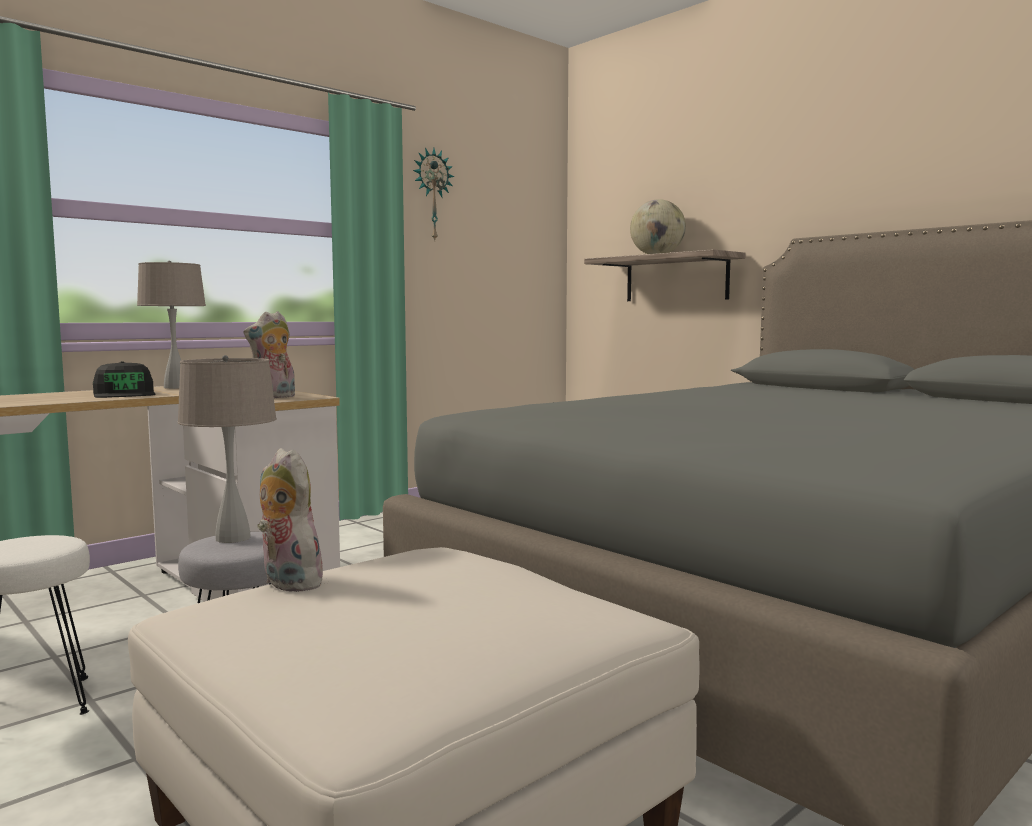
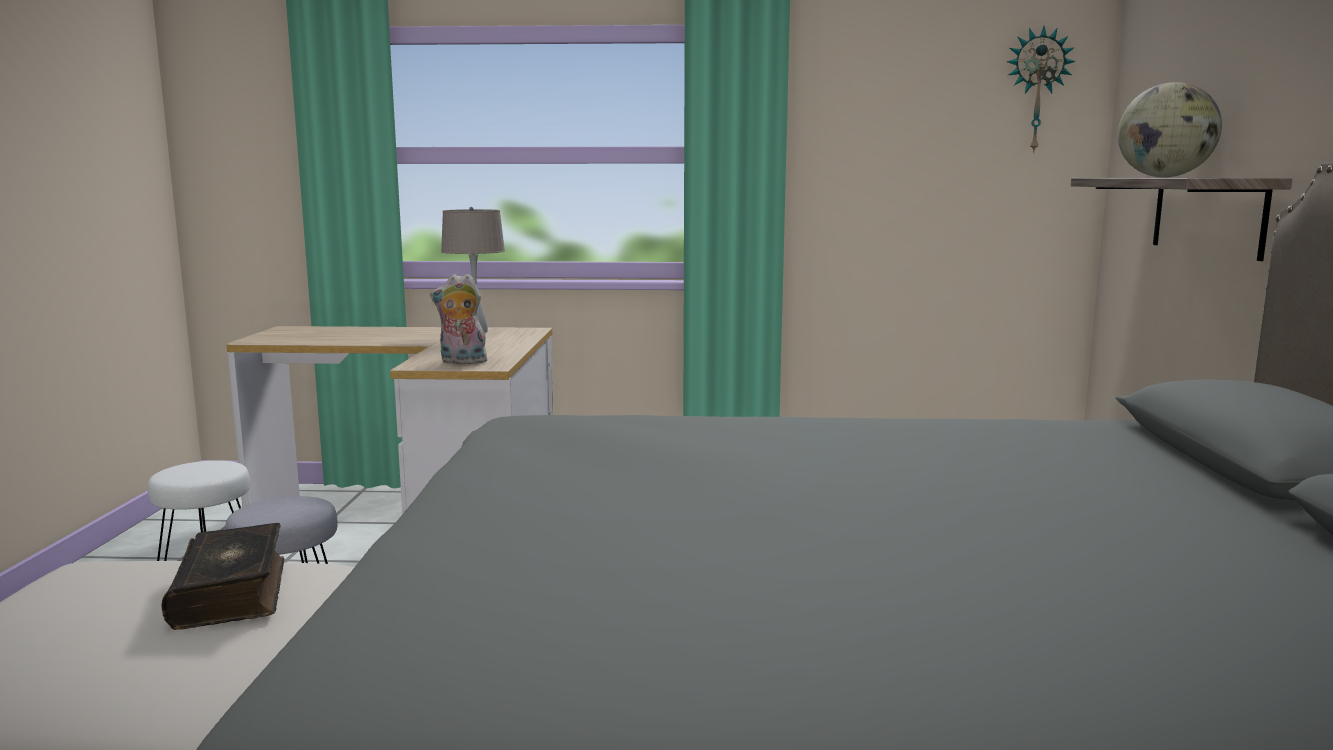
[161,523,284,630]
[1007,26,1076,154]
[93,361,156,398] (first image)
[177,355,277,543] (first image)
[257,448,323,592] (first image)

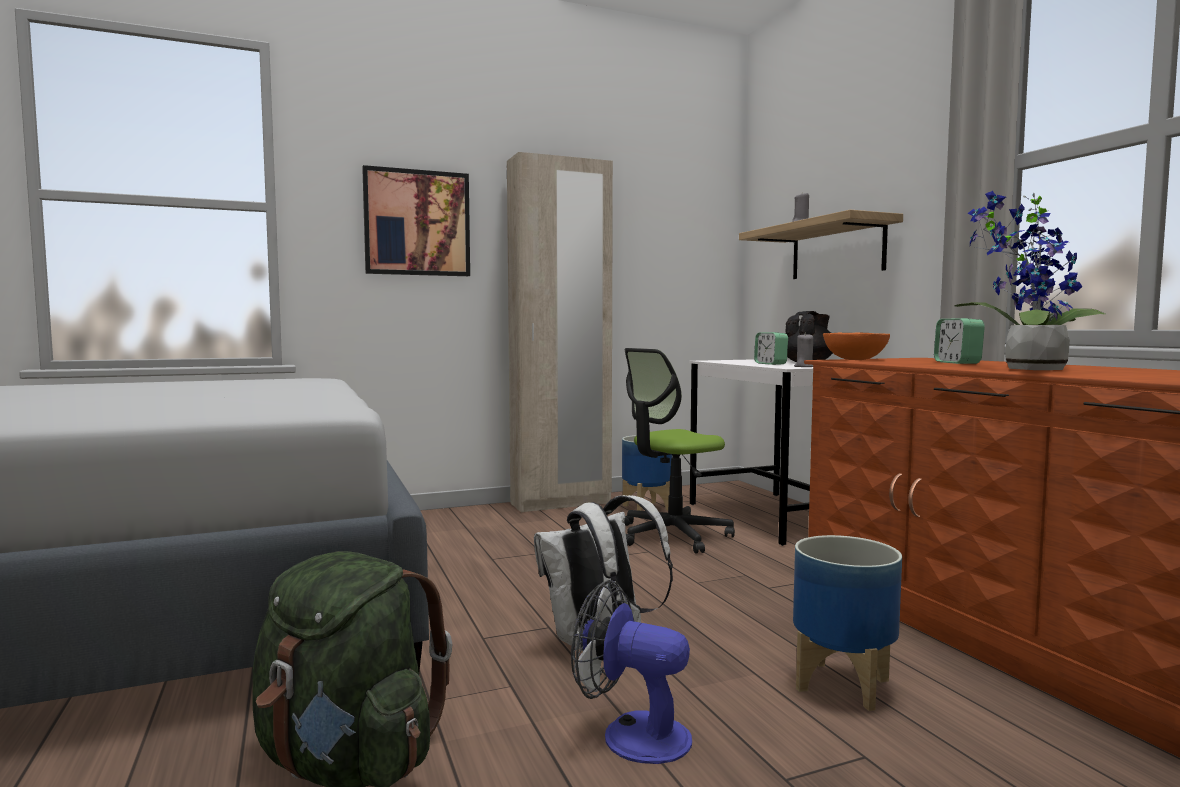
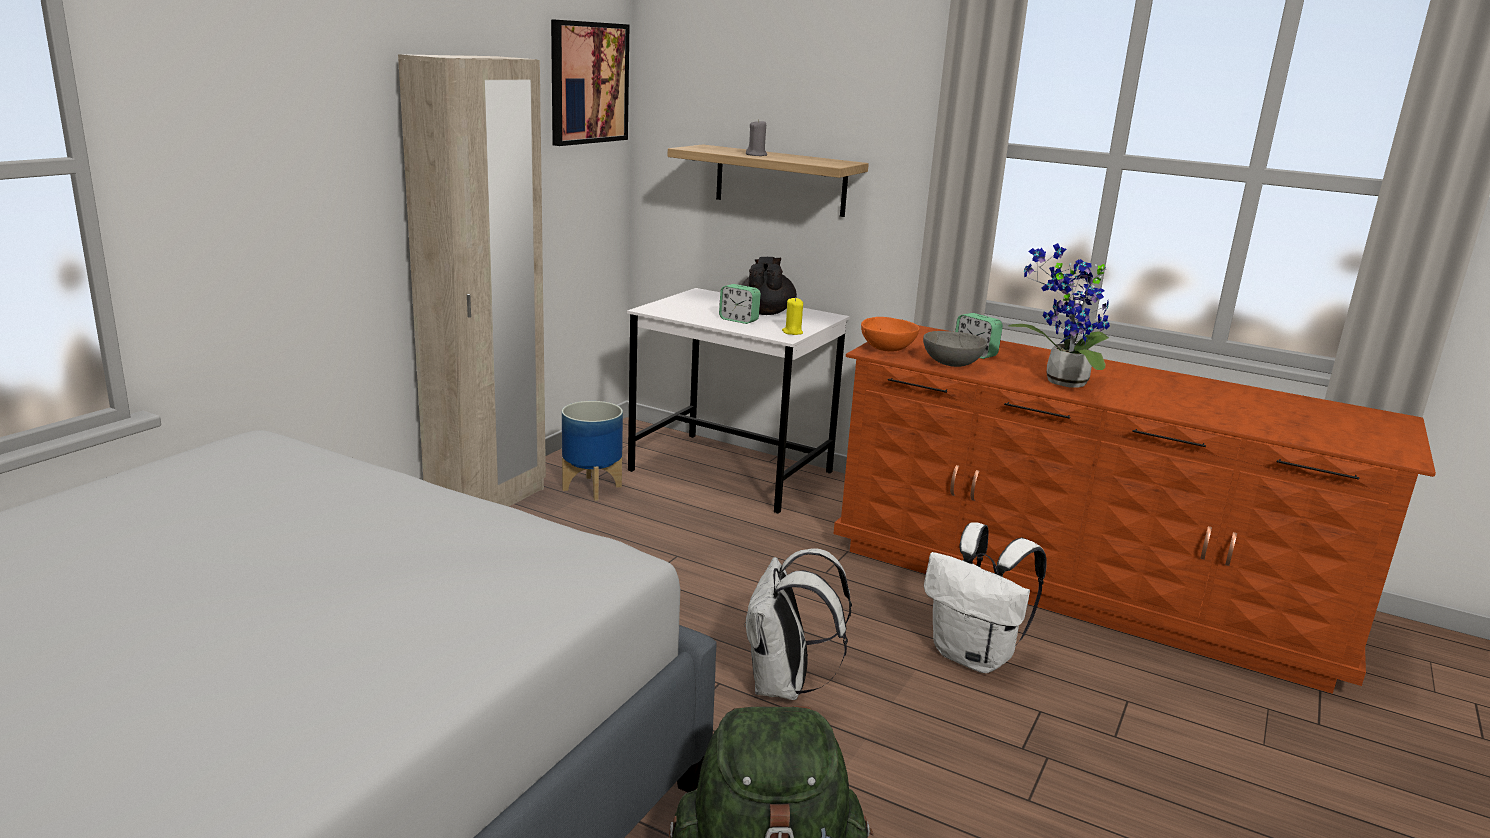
[551,19,629,146]
[782,298,803,335]
[923,331,987,367]
[924,522,1047,673]
[571,580,692,764] (first image)
[625,348,735,553] (first image)

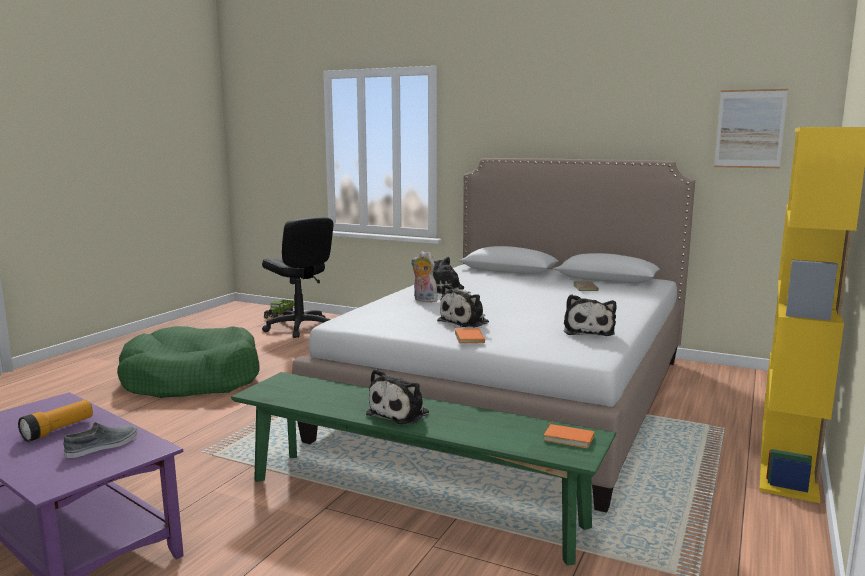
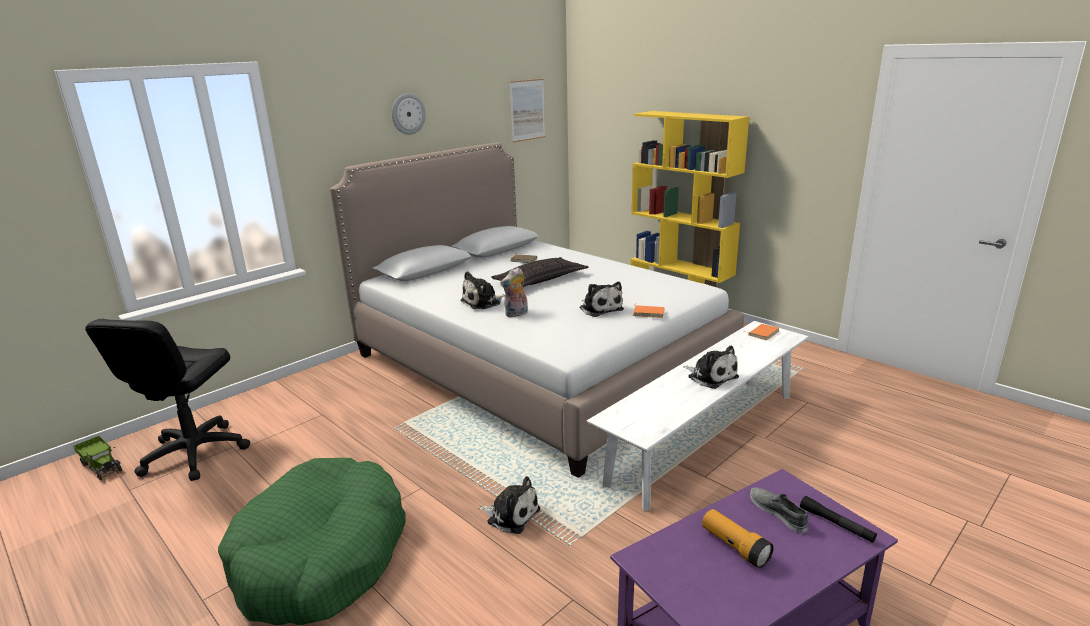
[85,319,250,481]
[392,93,426,135]
[478,476,540,534]
[491,257,589,287]
[587,321,809,511]
[800,496,877,543]

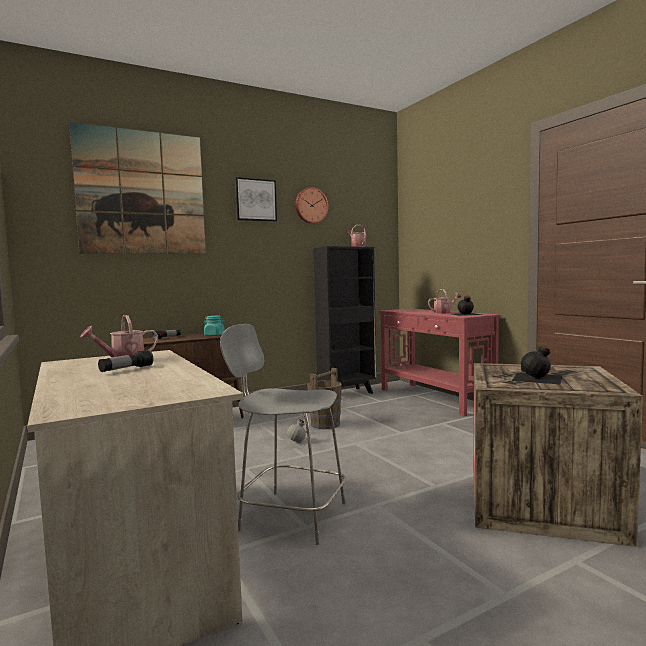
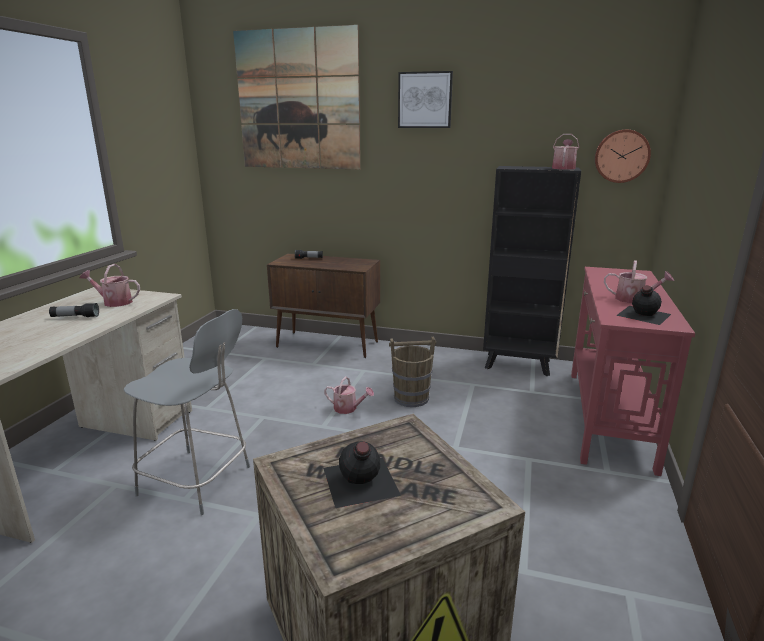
[123,309,250,515]
[324,377,374,414]
[595,129,651,183]
[204,316,225,336] (first image)

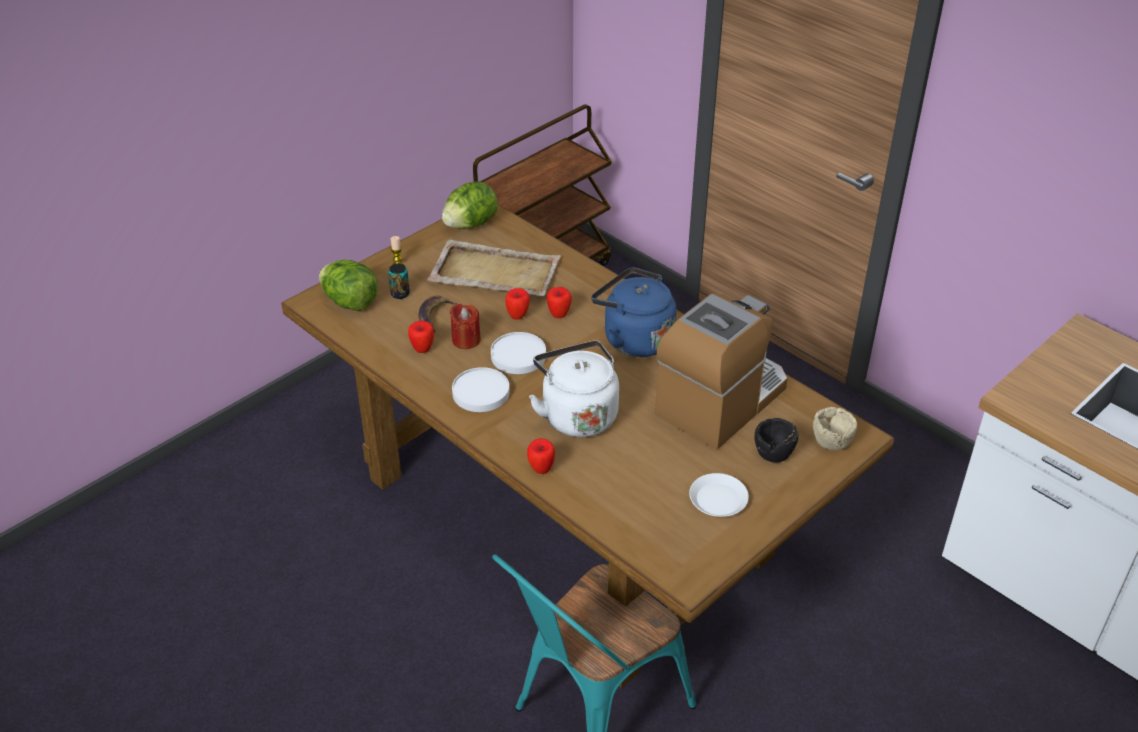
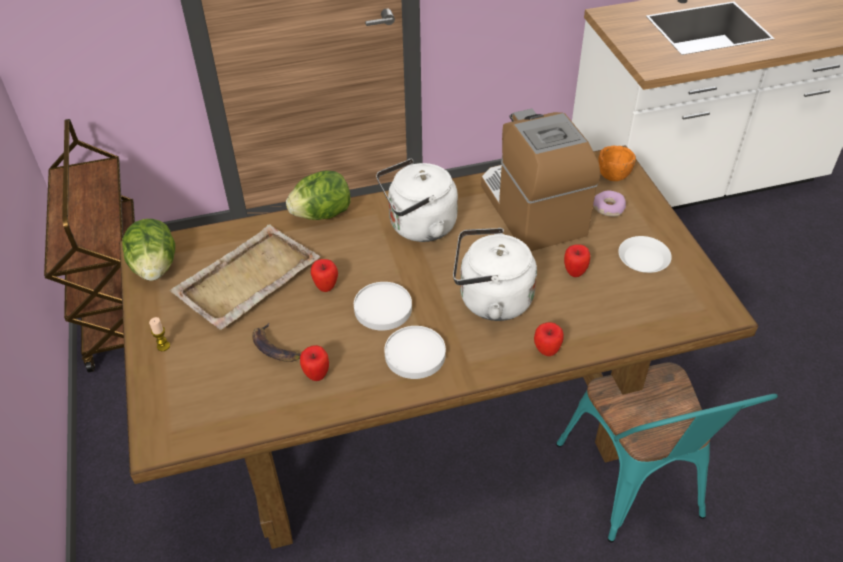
[286,170,351,220]
[376,159,458,242]
[564,244,590,277]
[593,191,626,217]
[598,146,636,181]
[388,263,410,299] (first image)
[450,304,481,349] (first image)

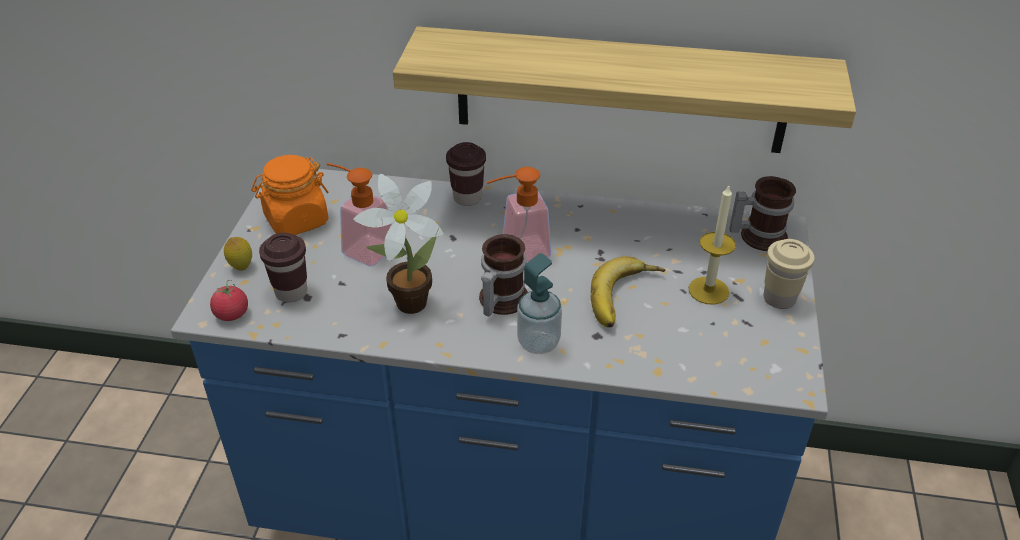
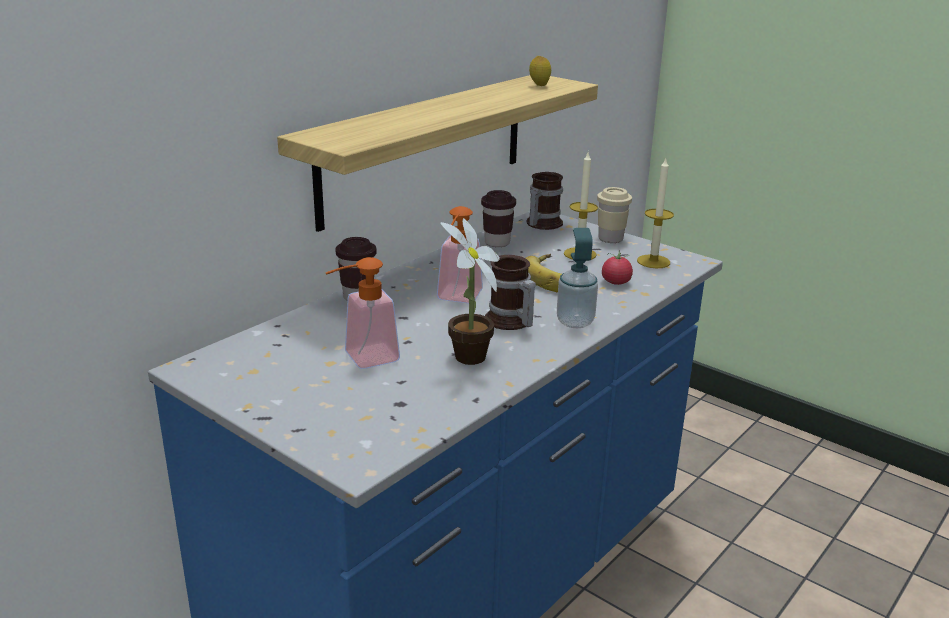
[481,190,516,247]
[529,56,551,86]
[602,250,633,285]
[637,159,674,268]
[251,155,329,235] (first image)

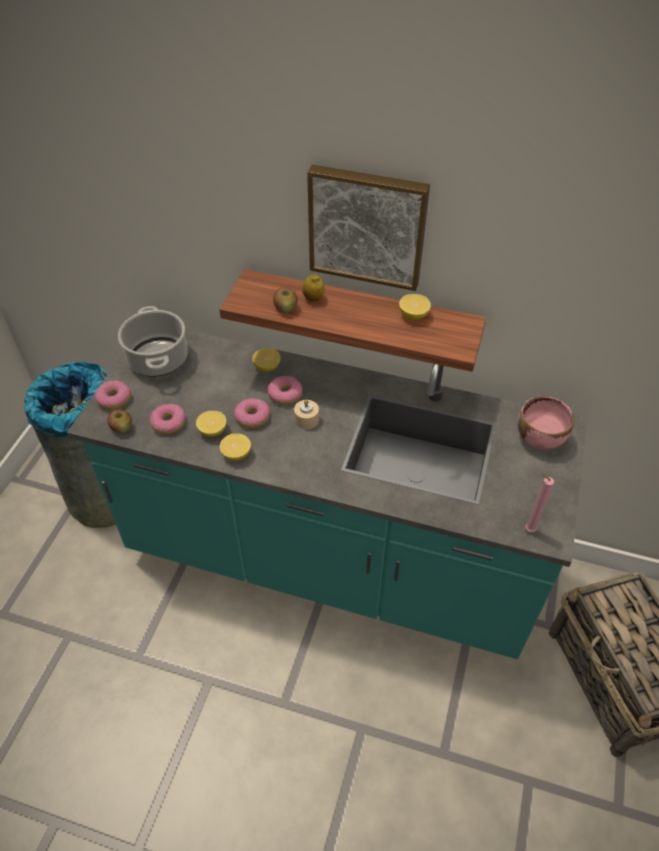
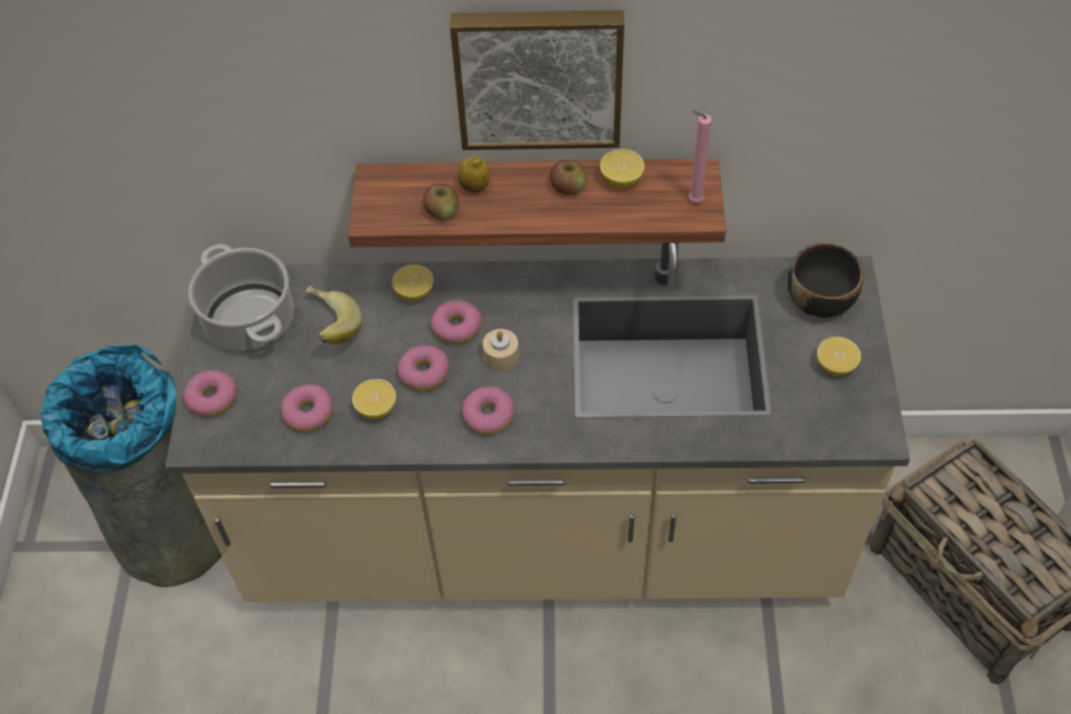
[165,243,910,602]
[306,286,362,345]
[462,386,514,435]
[550,160,587,196]
[689,110,712,202]
[788,243,864,318]
[817,337,861,375]

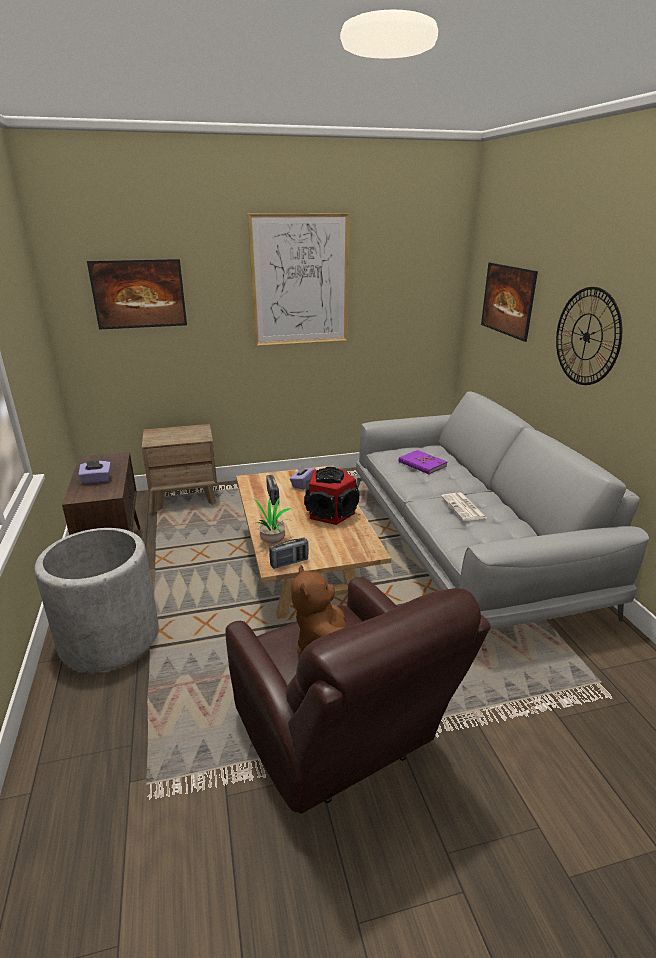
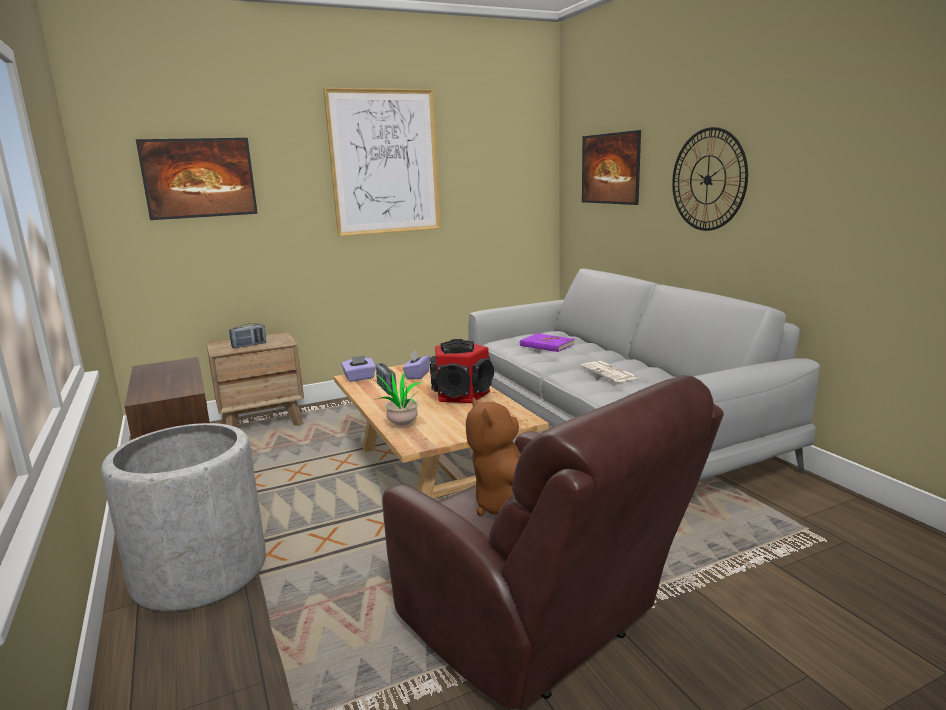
[229,323,266,348]
[341,355,376,382]

